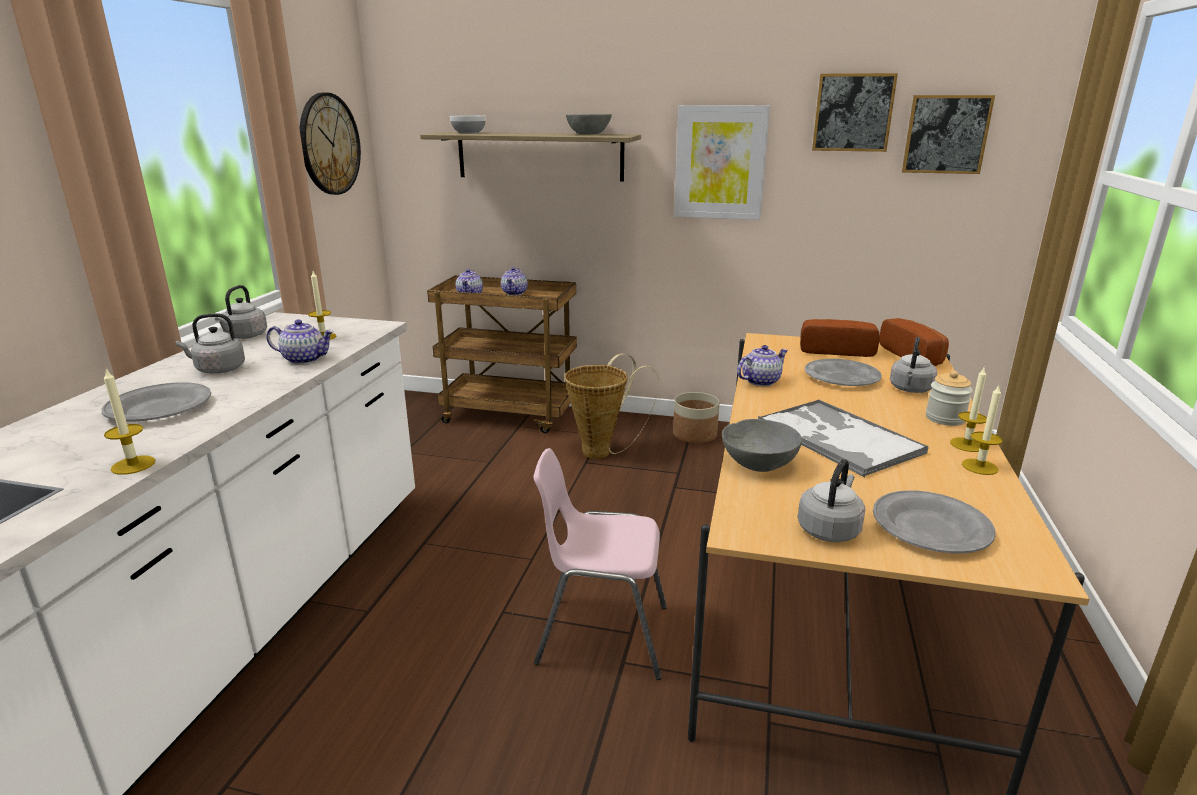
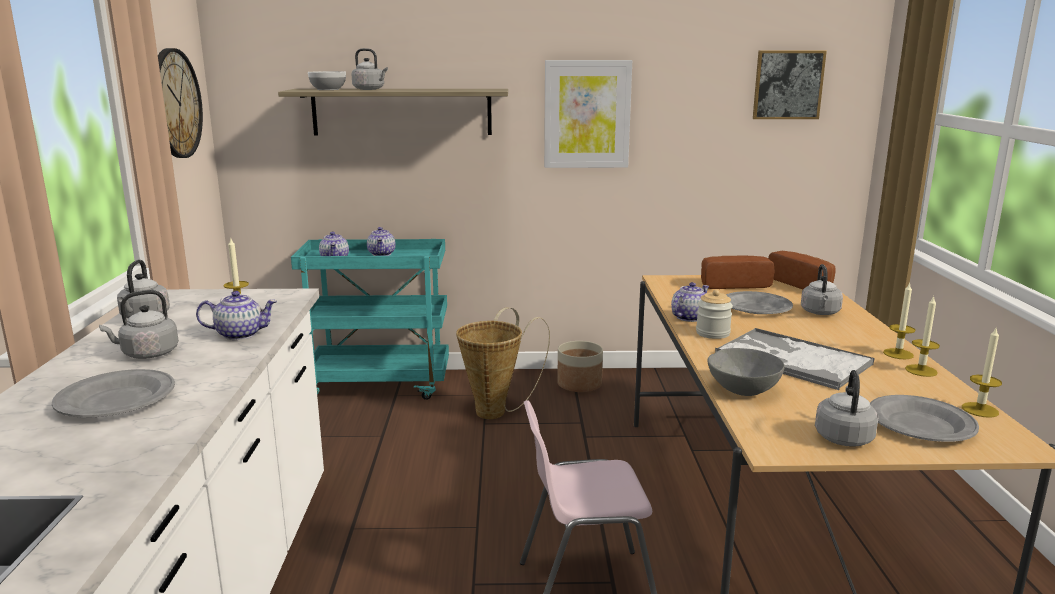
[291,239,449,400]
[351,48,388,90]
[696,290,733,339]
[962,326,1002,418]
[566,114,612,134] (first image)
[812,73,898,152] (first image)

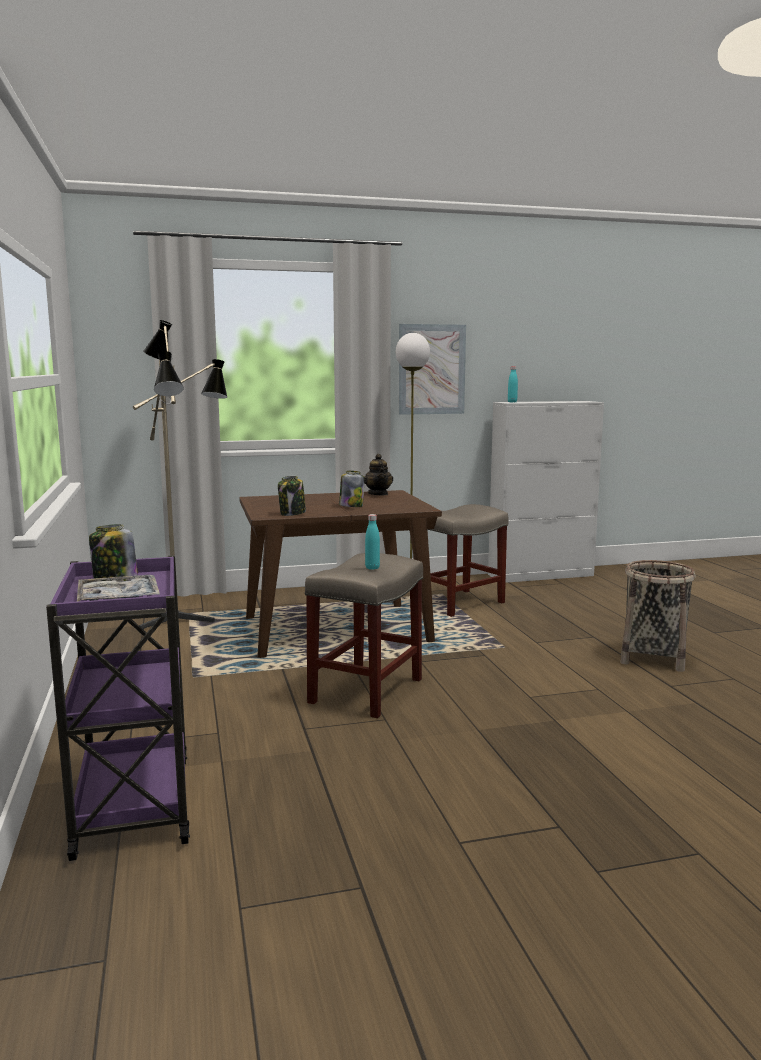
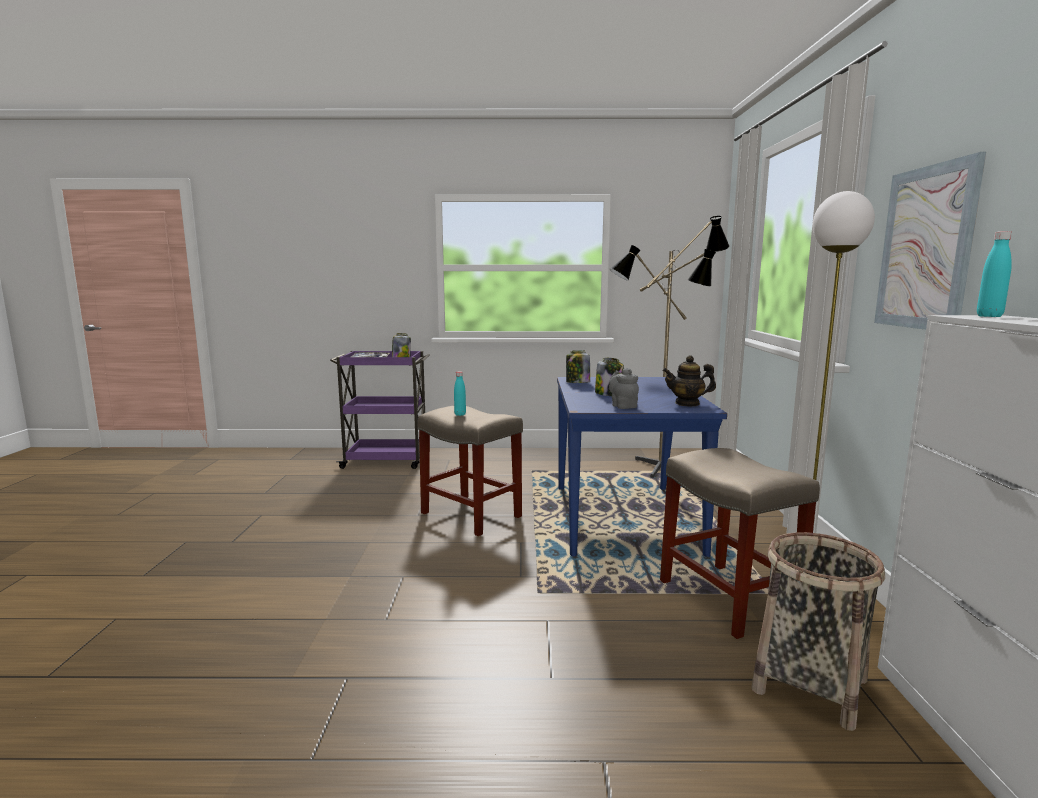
[557,377,727,557]
[609,368,639,409]
[751,532,885,731]

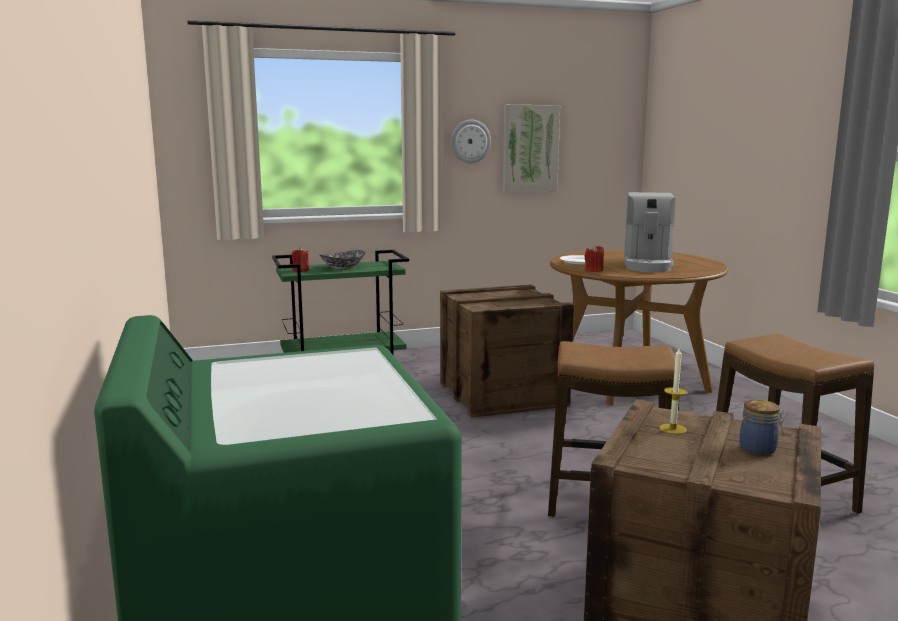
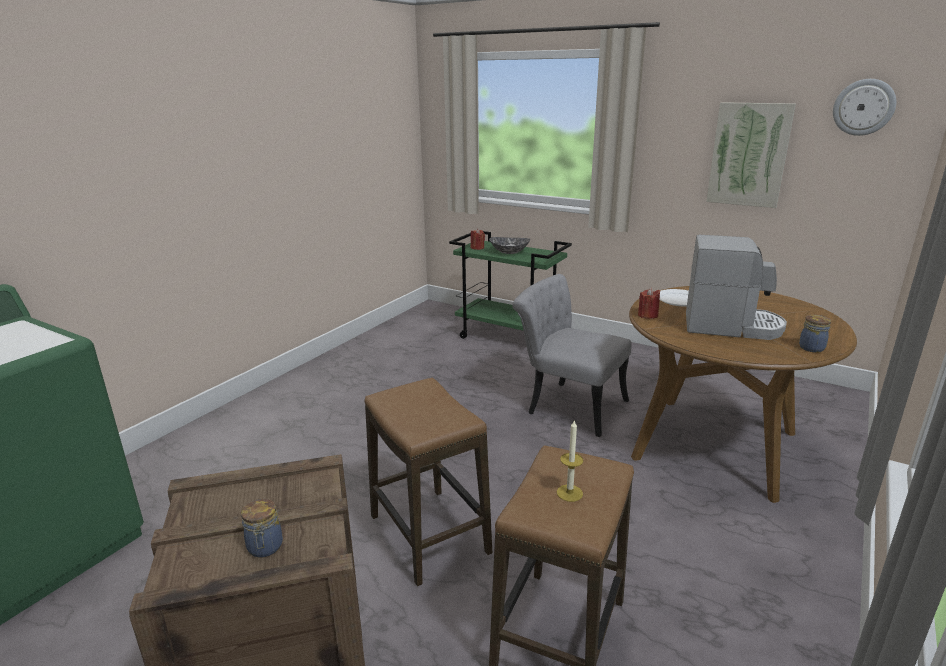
[512,274,632,437]
[557,419,583,502]
[686,235,787,340]
[799,315,831,353]
[833,79,896,136]

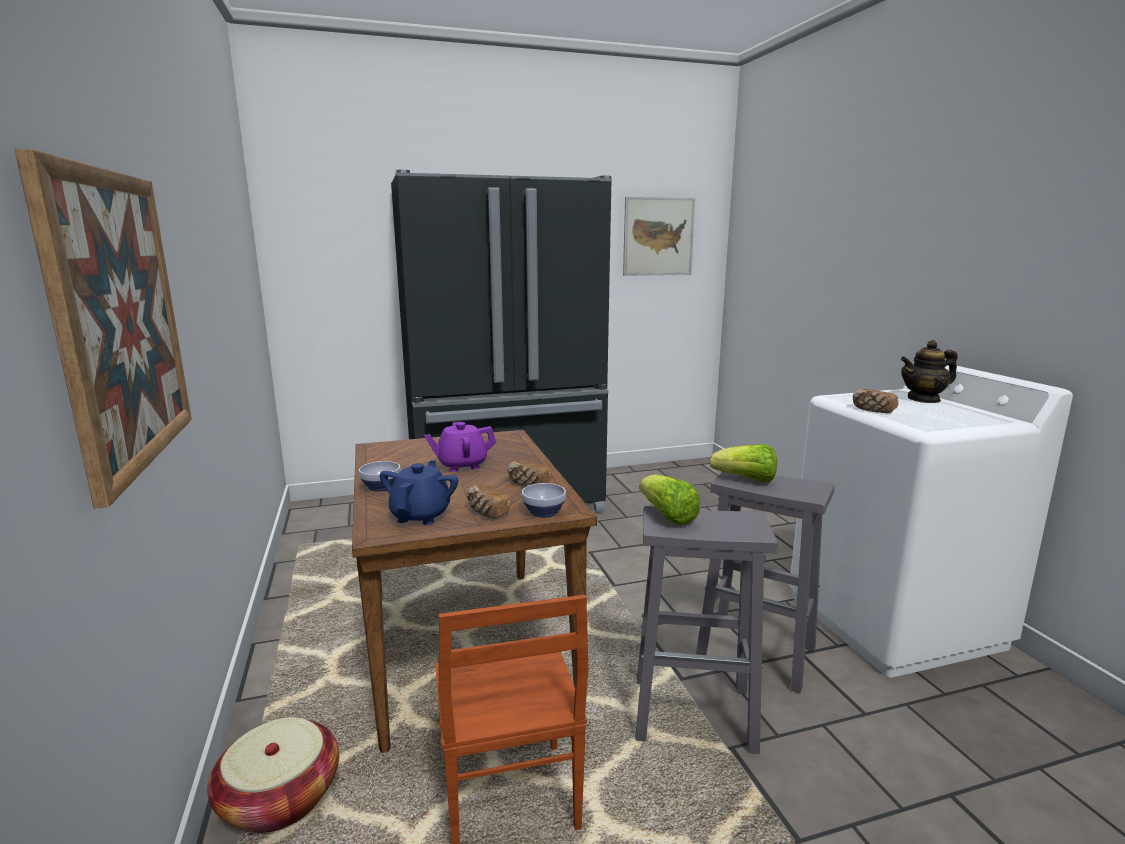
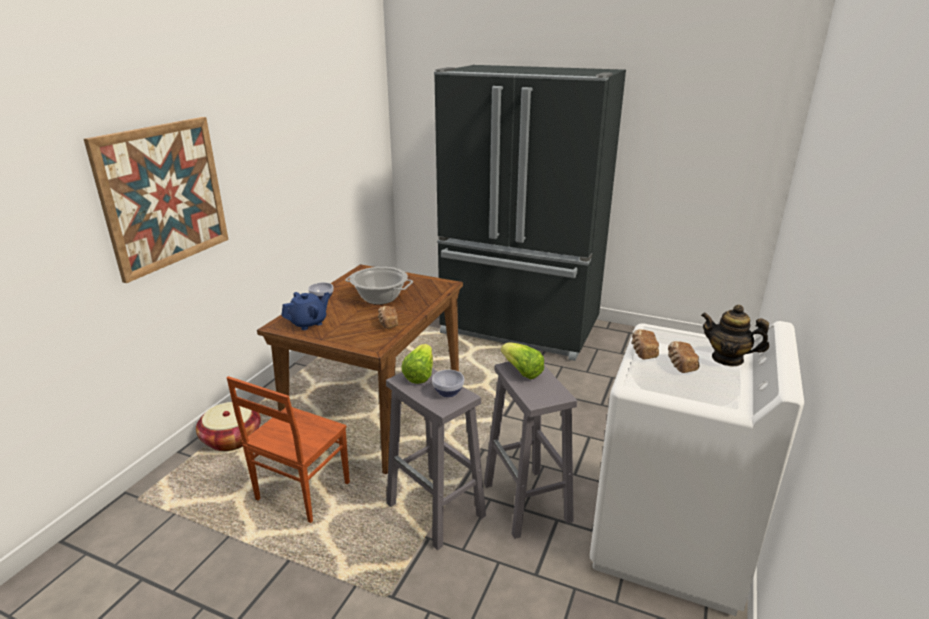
[345,267,413,305]
[432,370,464,397]
[668,341,699,373]
[623,197,695,276] (first image)

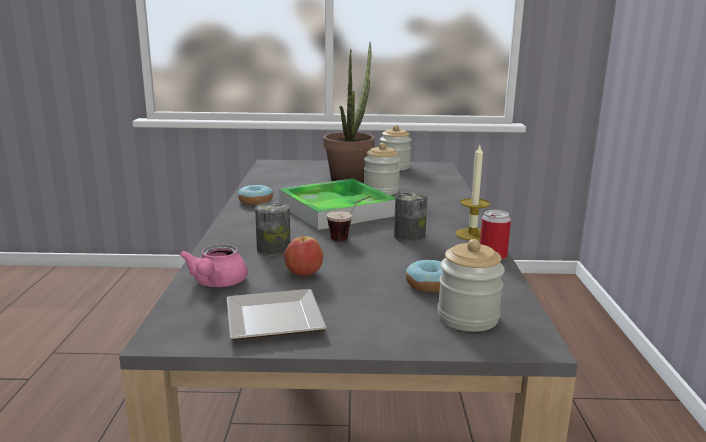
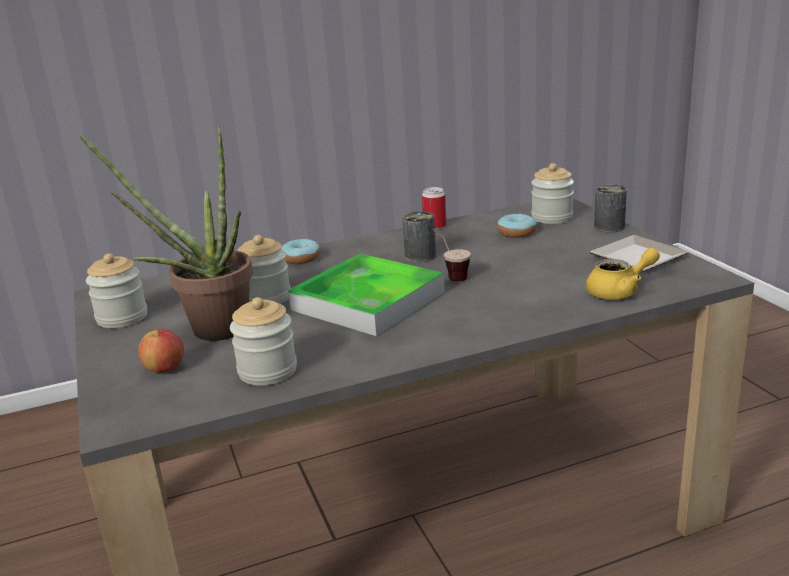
[138,329,184,373]
[230,297,297,386]
[281,238,320,264]
[586,248,660,300]
[594,185,627,232]
[455,145,490,241] (first image)

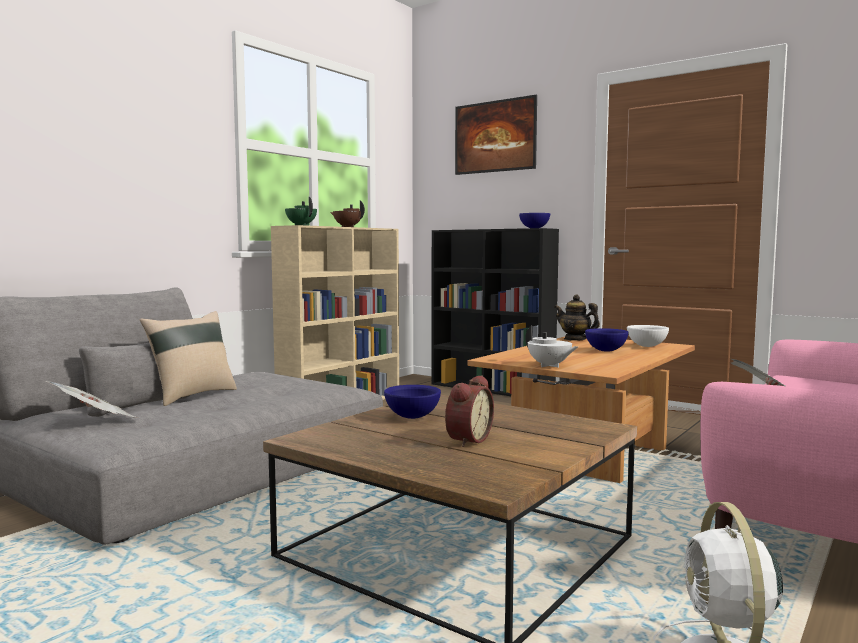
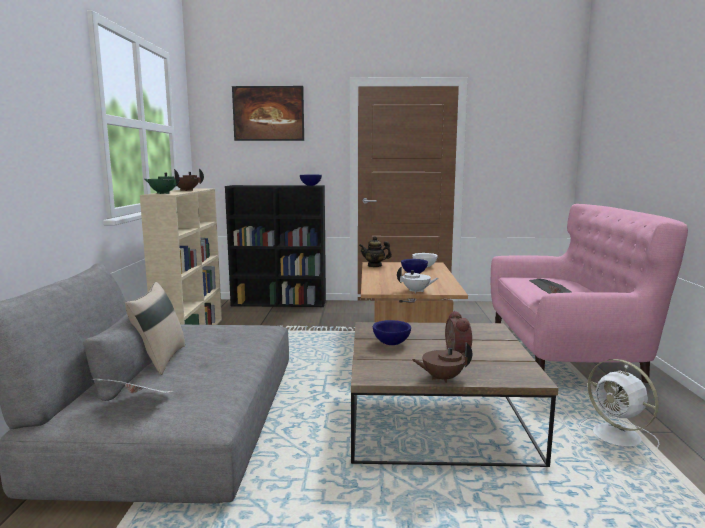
[412,342,472,383]

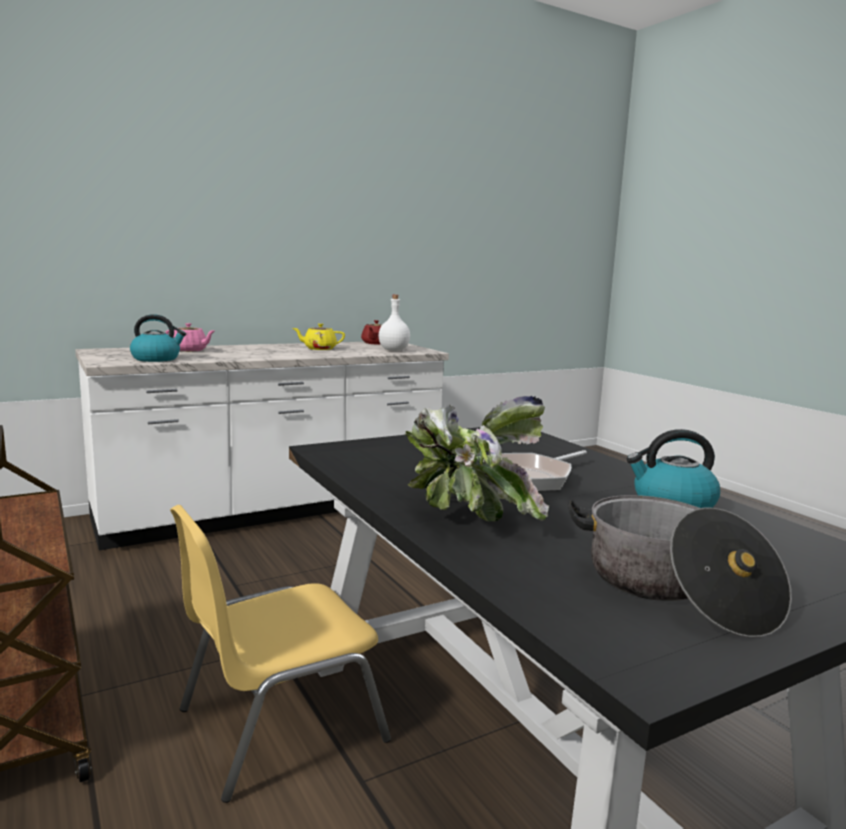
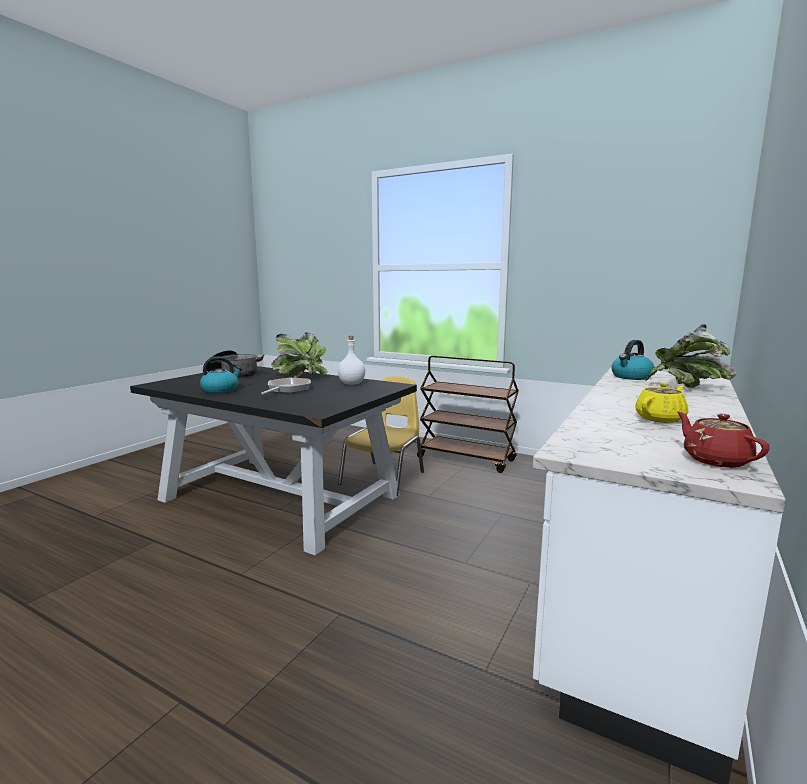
[338,336,365,385]
[644,324,737,388]

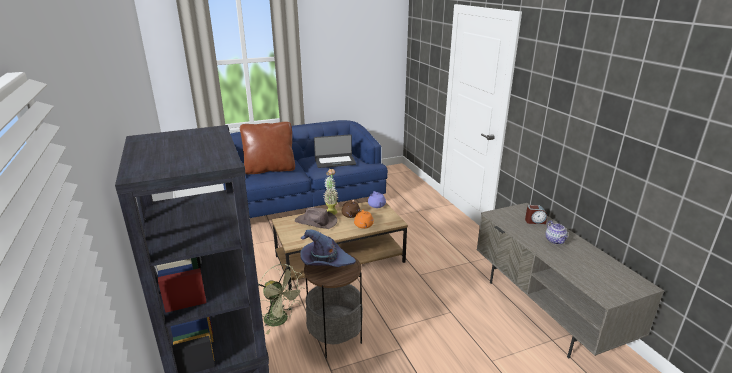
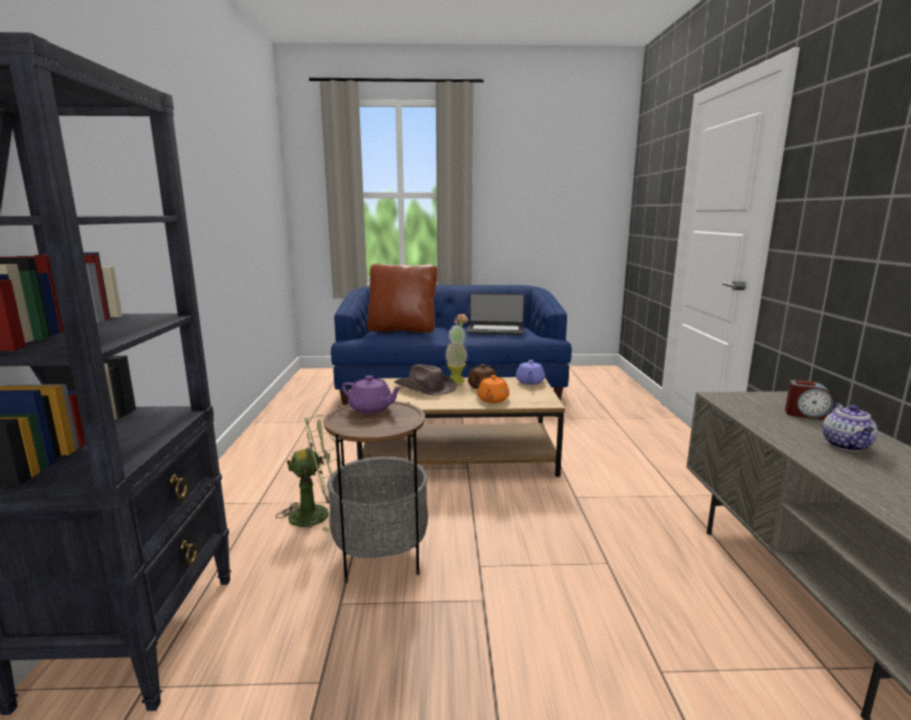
[276,414,342,533]
[342,375,403,413]

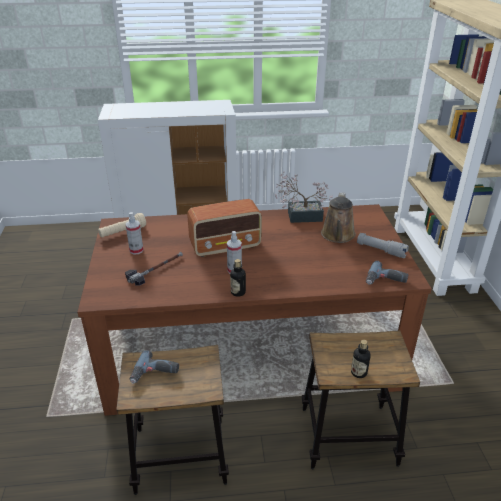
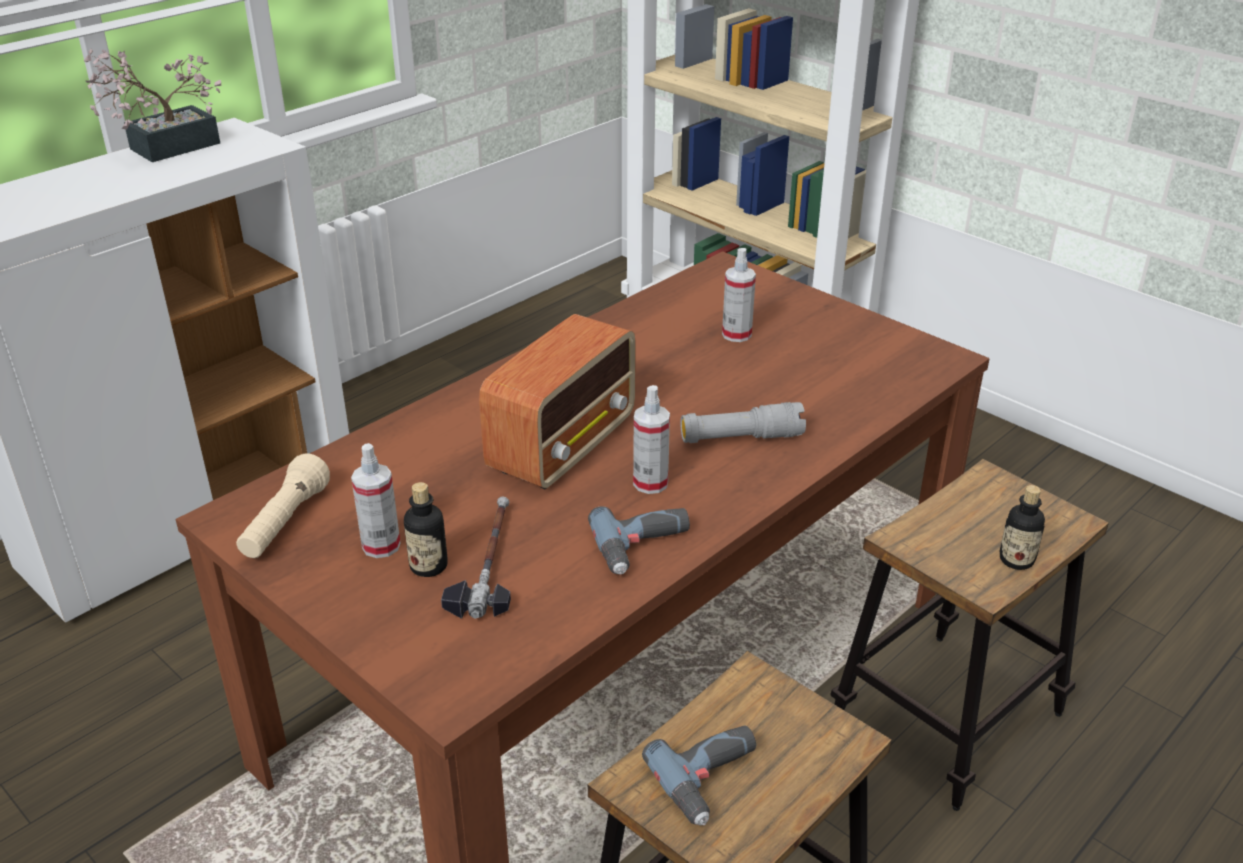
[84,48,221,162]
[404,482,448,577]
[588,506,690,574]
[681,402,806,443]
[722,248,756,342]

